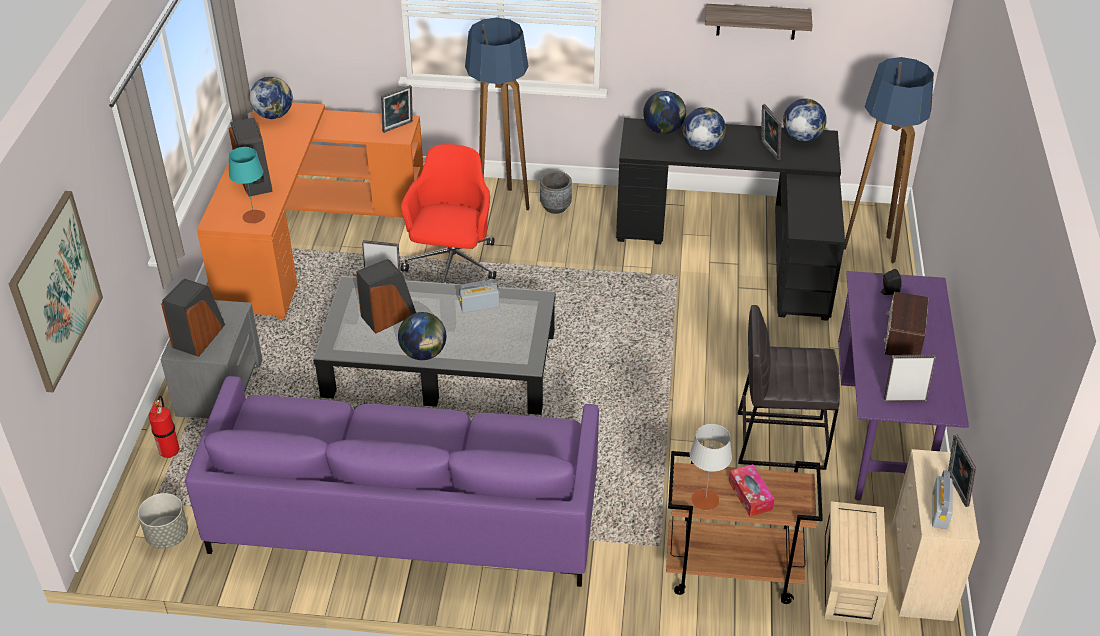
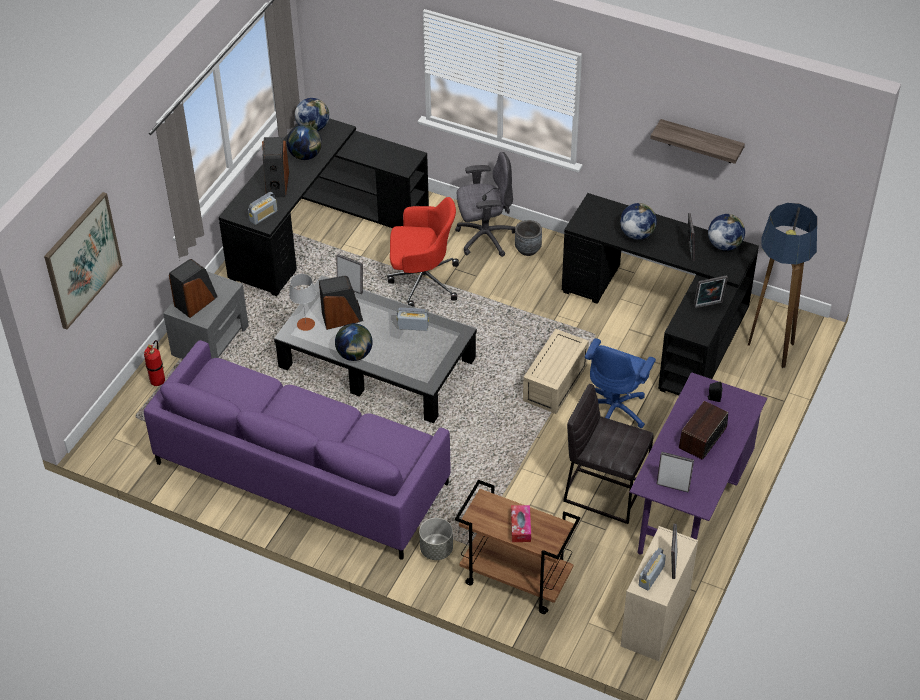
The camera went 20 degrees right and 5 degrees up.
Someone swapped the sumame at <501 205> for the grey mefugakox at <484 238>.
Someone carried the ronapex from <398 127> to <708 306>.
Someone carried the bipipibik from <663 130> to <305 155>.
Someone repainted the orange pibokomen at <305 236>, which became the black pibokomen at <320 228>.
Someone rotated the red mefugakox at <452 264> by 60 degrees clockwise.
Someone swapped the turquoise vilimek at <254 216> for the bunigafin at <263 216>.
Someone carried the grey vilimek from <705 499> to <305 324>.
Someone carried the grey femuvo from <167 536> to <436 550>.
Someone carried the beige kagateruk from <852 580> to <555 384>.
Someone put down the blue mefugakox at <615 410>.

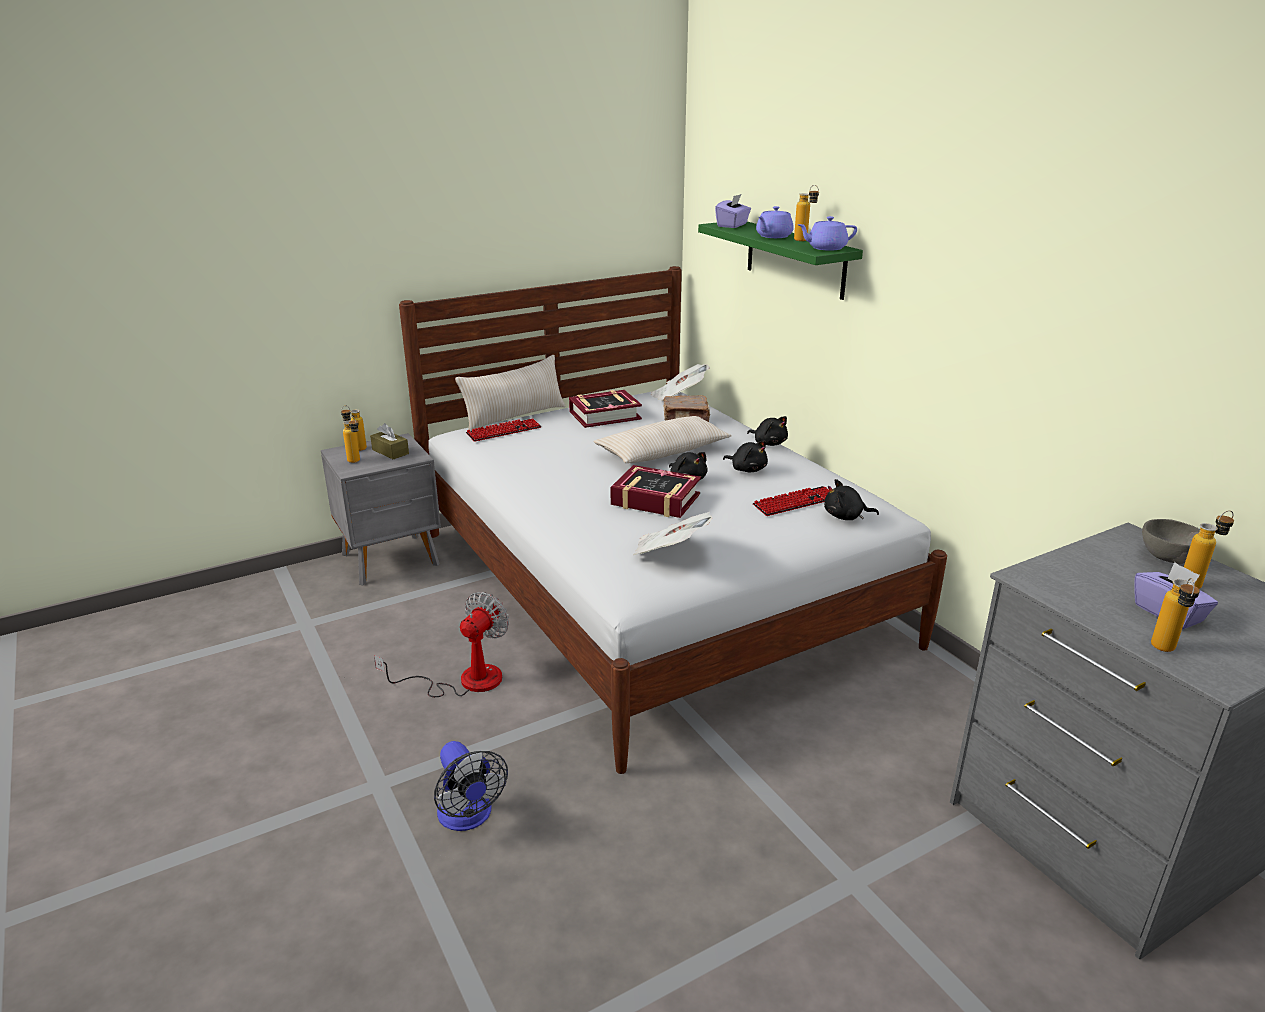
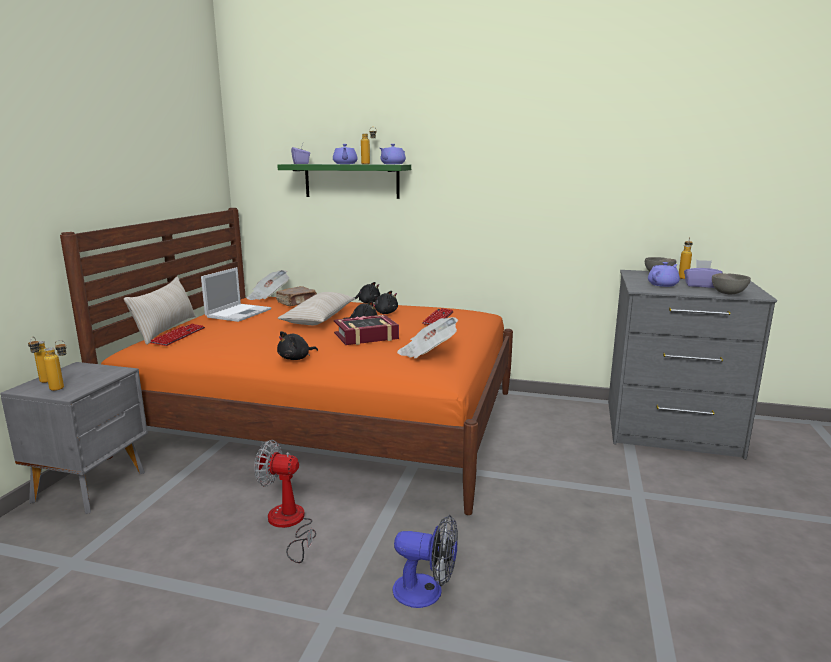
The camera went 45 degrees left and 10 degrees down.
Someone repainted the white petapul at <652 586>, which became the orange petapul at <329 422>.
Someone swapped the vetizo at <604 415> for the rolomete at <239 313>.
Someone took away the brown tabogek at <390 452>.
Someone carried the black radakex from <845 517> to <296 358>.
Someone swapped the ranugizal at <1165 651> for the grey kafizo at <728 293>.
Someone rotated the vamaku at <465 680> by 60 degrees counterclockwise.
Someone put down the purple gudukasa at <663 284>.

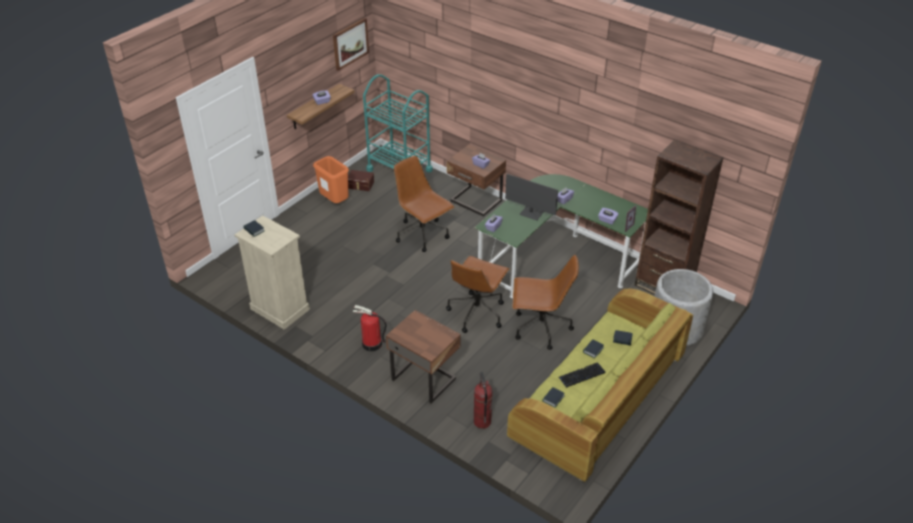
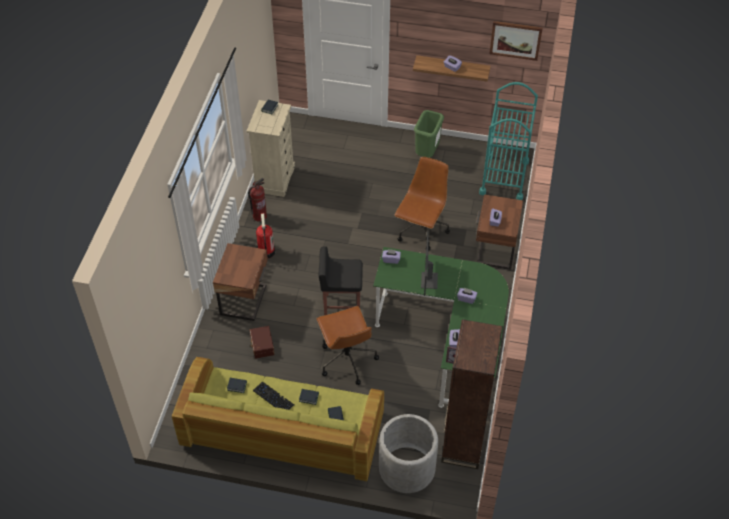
The camera went 65 degrees right and 10 degrees up.
Someone repainted the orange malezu at <335 202>, which became the green malezu at <427 153>.
Someone carried the brown kagateruk from <360 185> to <261 345>.
Someone swapped the brown mefugakox at <476 312> for the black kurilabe at <341 306>.
Someone carried the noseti from <482 422> to <259 216>.

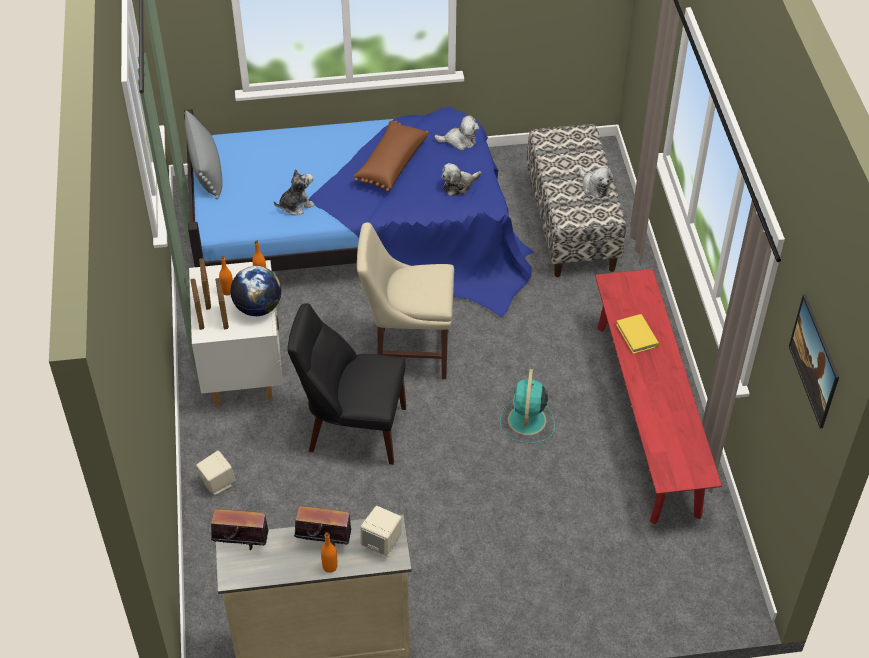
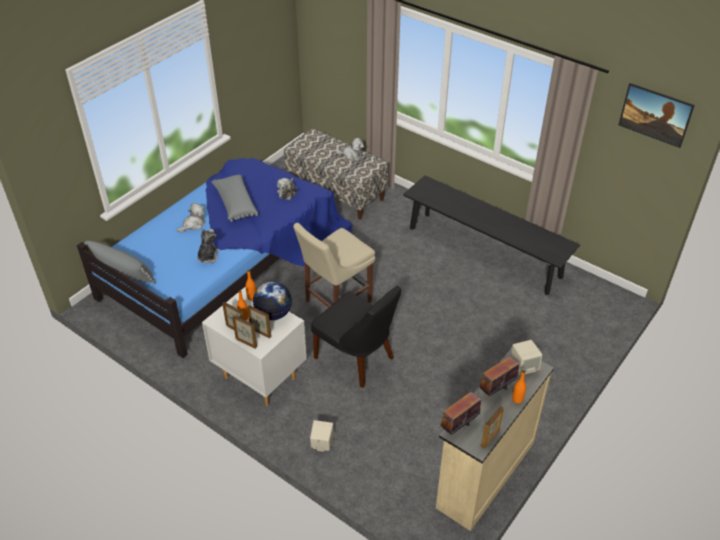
The camera went 45 degrees left and 5 degrees down.
Someone carried the radakex from <459 141> to <193 224>.
Someone repainted the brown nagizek at <390 164>, which became the grey nagizek at <235 204>.
Someone repainted the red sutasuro at <647 417>, which became the black sutasuro at <484 252>.
Someone rotated the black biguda at <352 429> by 105 degrees counterclockwise.
Someone took away the yellow vetizo at <637 335>.
Someone took away the turquoise vamaku at <526 421>.
Someone put down the ronapex at <490 438>.

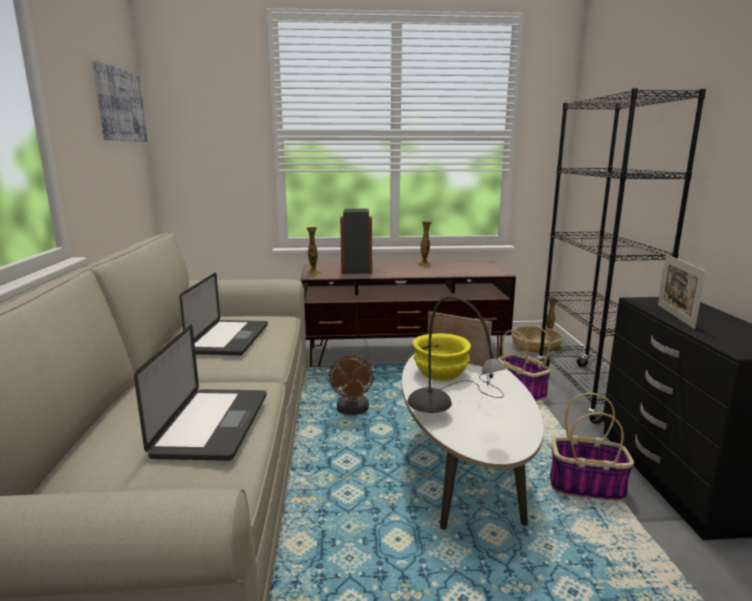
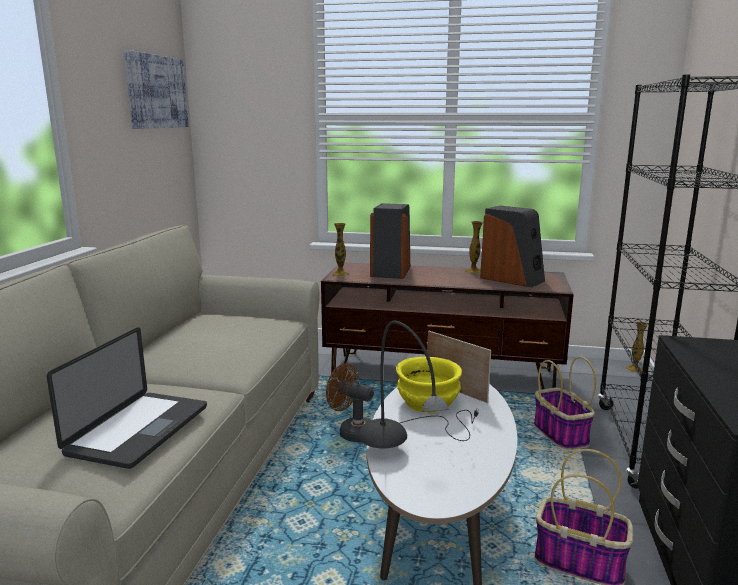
The camera went 15 degrees right and 0 degrees up.
Someone took away the ronapex at <675 316>.
Someone took away the rolomete at <229 339>.
Someone took away the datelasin at <535 346>.
Someone rotated the brown vamaku at <352 411> by 105 degrees clockwise.
Someone put down the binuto at <512 279>.

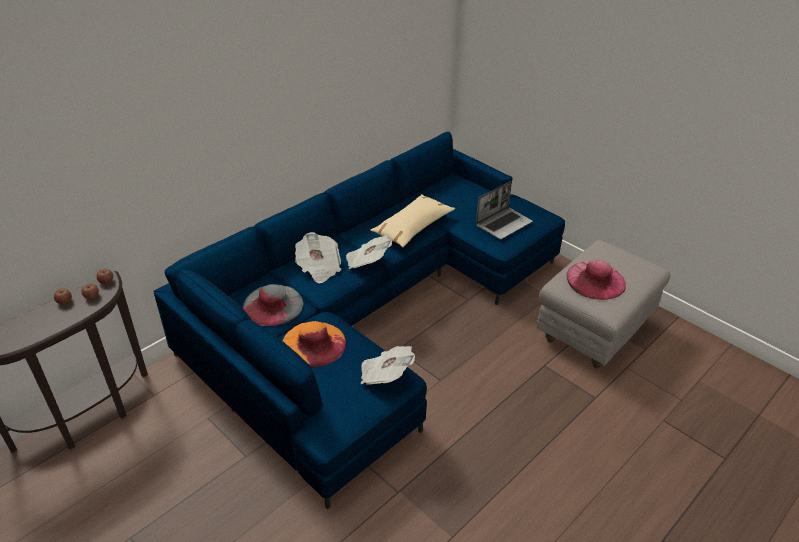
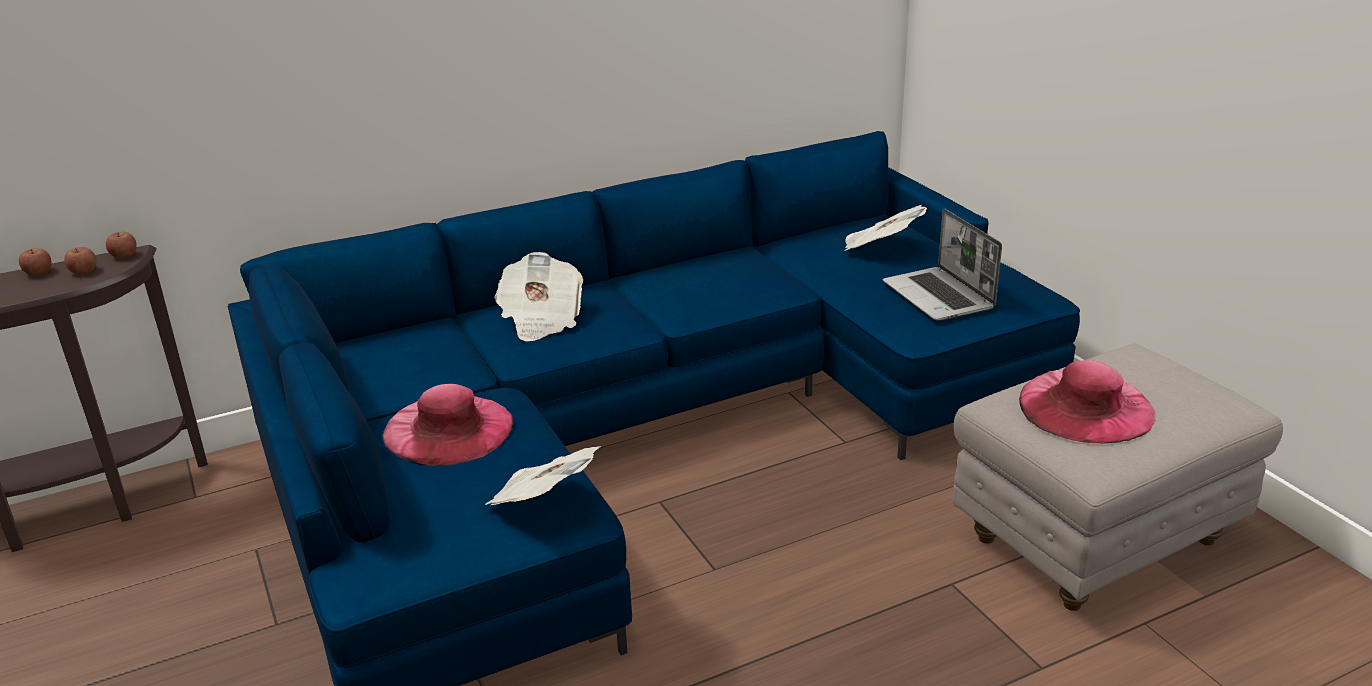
The camera went 20 degrees right and 10 degrees down.
Someone rotated the rolomete at <503 224> by 90 degrees clockwise.
Someone took away the beige nagizek at <412 227>.
Someone carried the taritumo from <367 262> to <880 248>.
Someone took away the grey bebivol at <272 305>.
Someone repainted the orange bebivol at <313 343>, which became the pink bebivol at <448 429>.

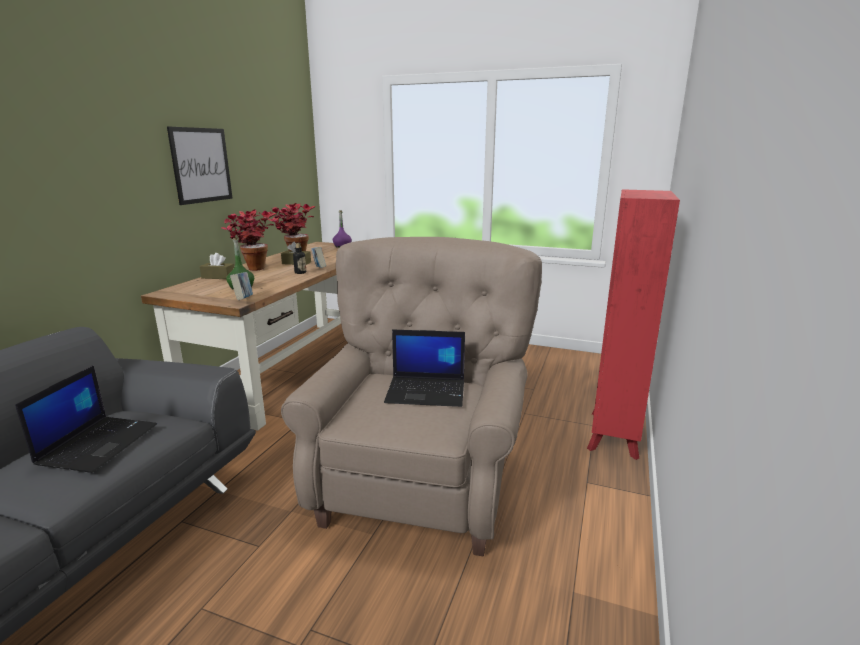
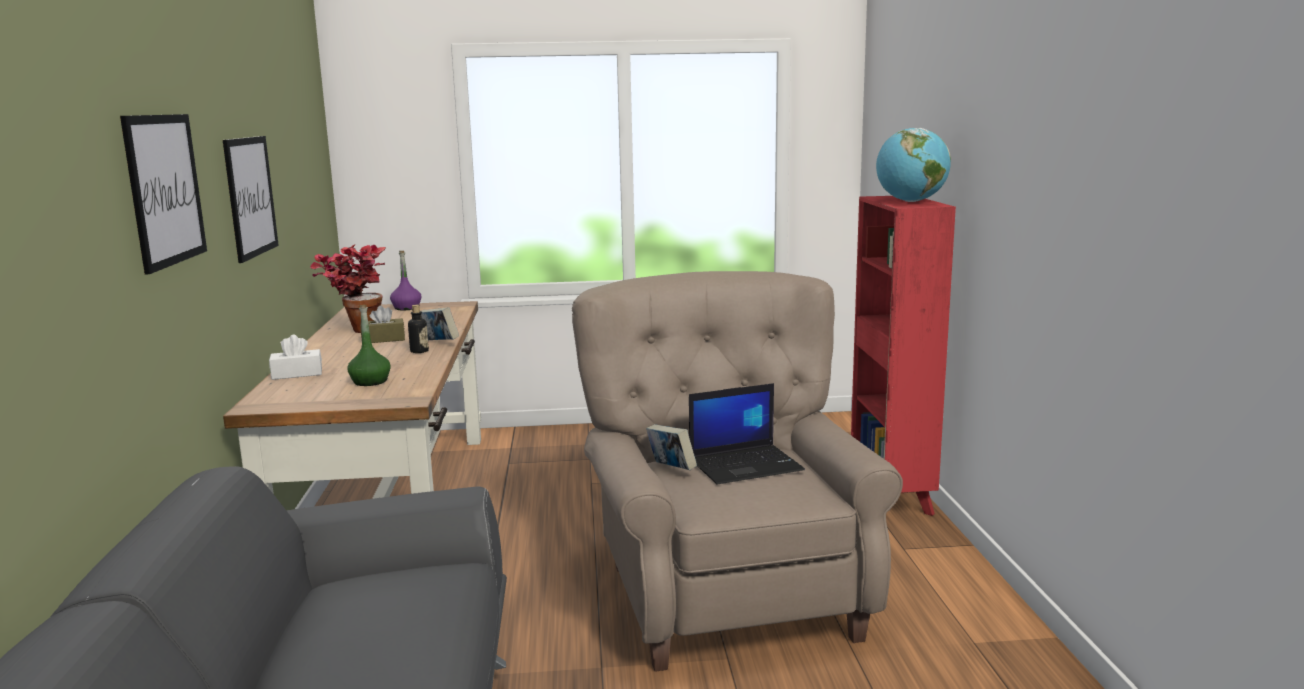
The camera went 25 degrees left and 5 degrees down.
Someone took away the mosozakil at <252 268>.
Someone repainted the brown tabogek at <218 277>, which became the white tabogek at <297 374>.
Someone carried the vetizo from <244 300> to <671 469>.
Someone took away the rolomete at <98 443>.
Someone put up the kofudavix at <165 189>.
Someone put down the bipipibik at <911 201>.

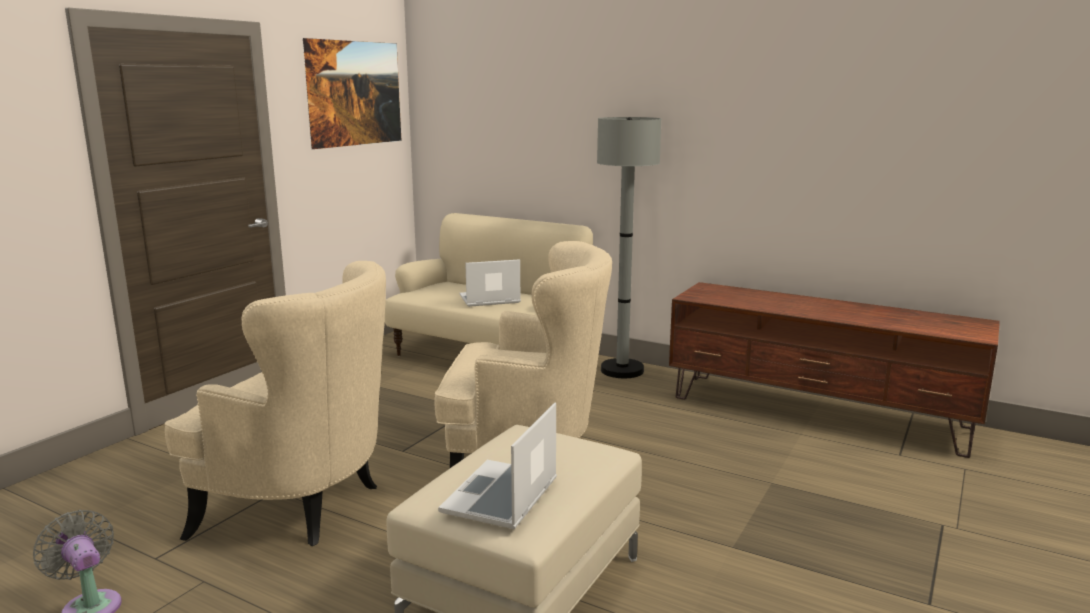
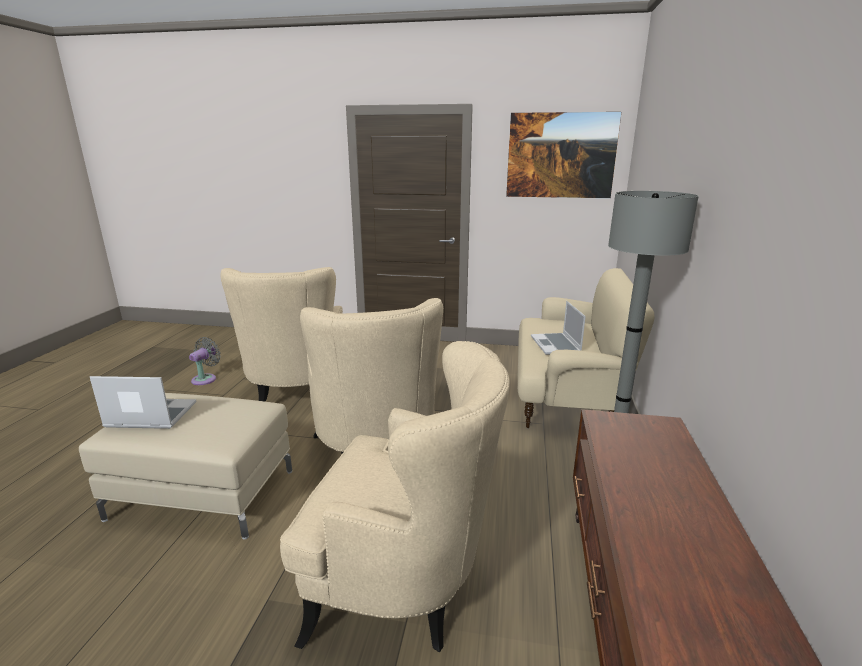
The camera went 70 degrees right and 5 degrees up.
Someone rotated the rolomete at <489 300> by 150 degrees counterclockwise.
Someone put down the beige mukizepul at <404 586>.

